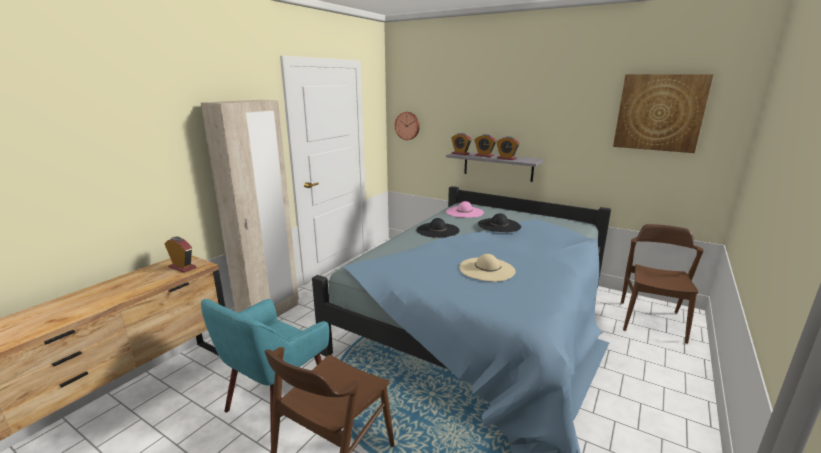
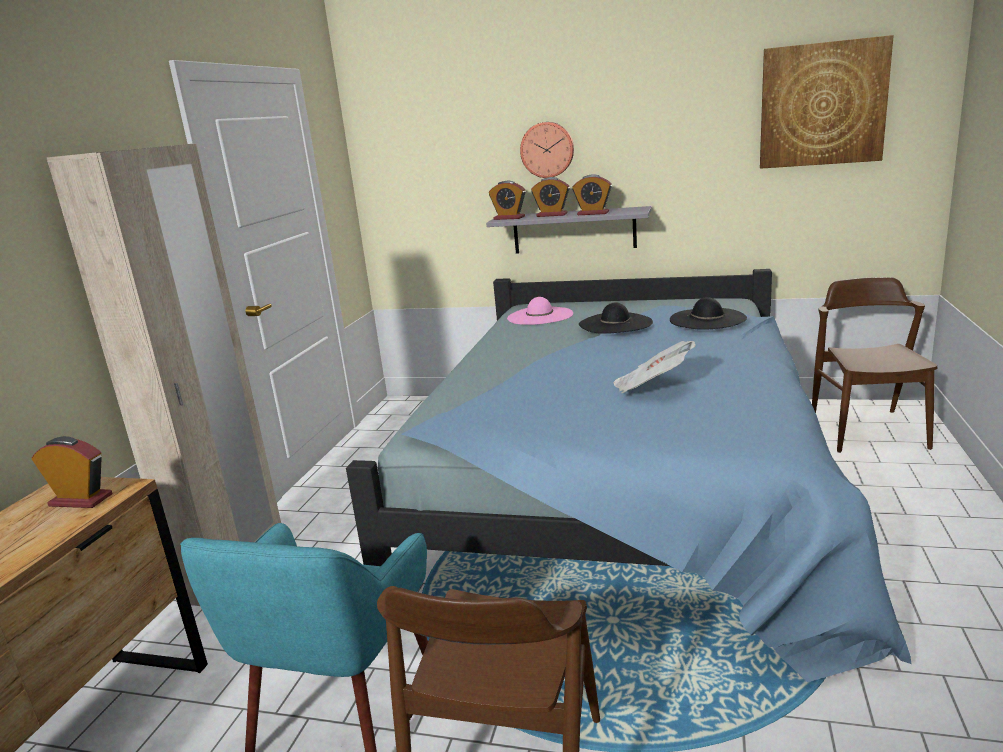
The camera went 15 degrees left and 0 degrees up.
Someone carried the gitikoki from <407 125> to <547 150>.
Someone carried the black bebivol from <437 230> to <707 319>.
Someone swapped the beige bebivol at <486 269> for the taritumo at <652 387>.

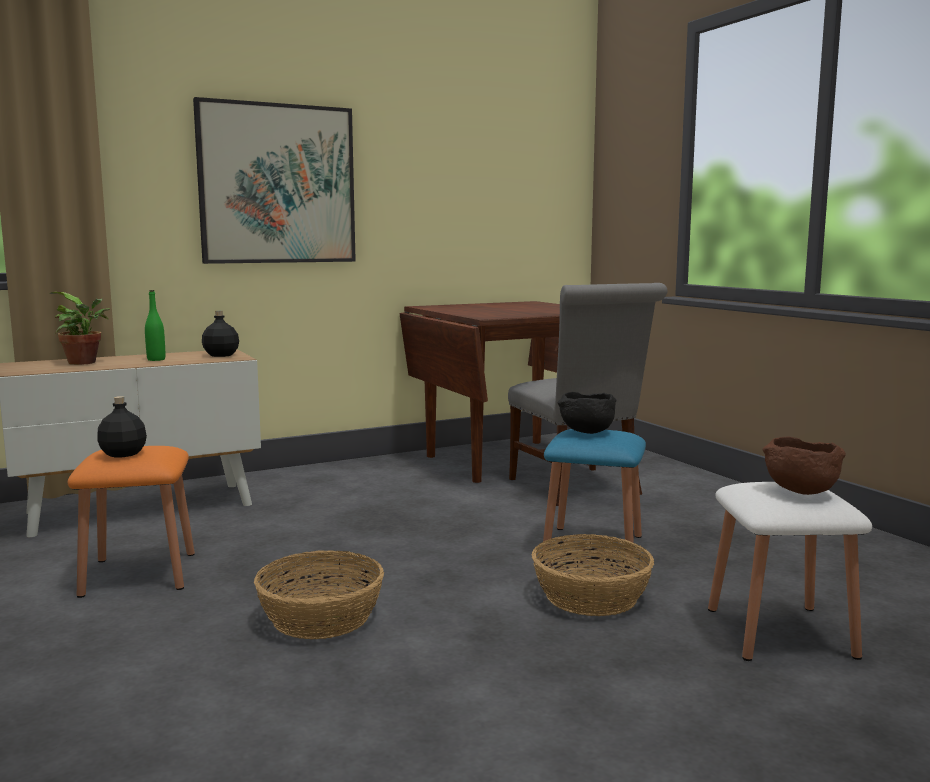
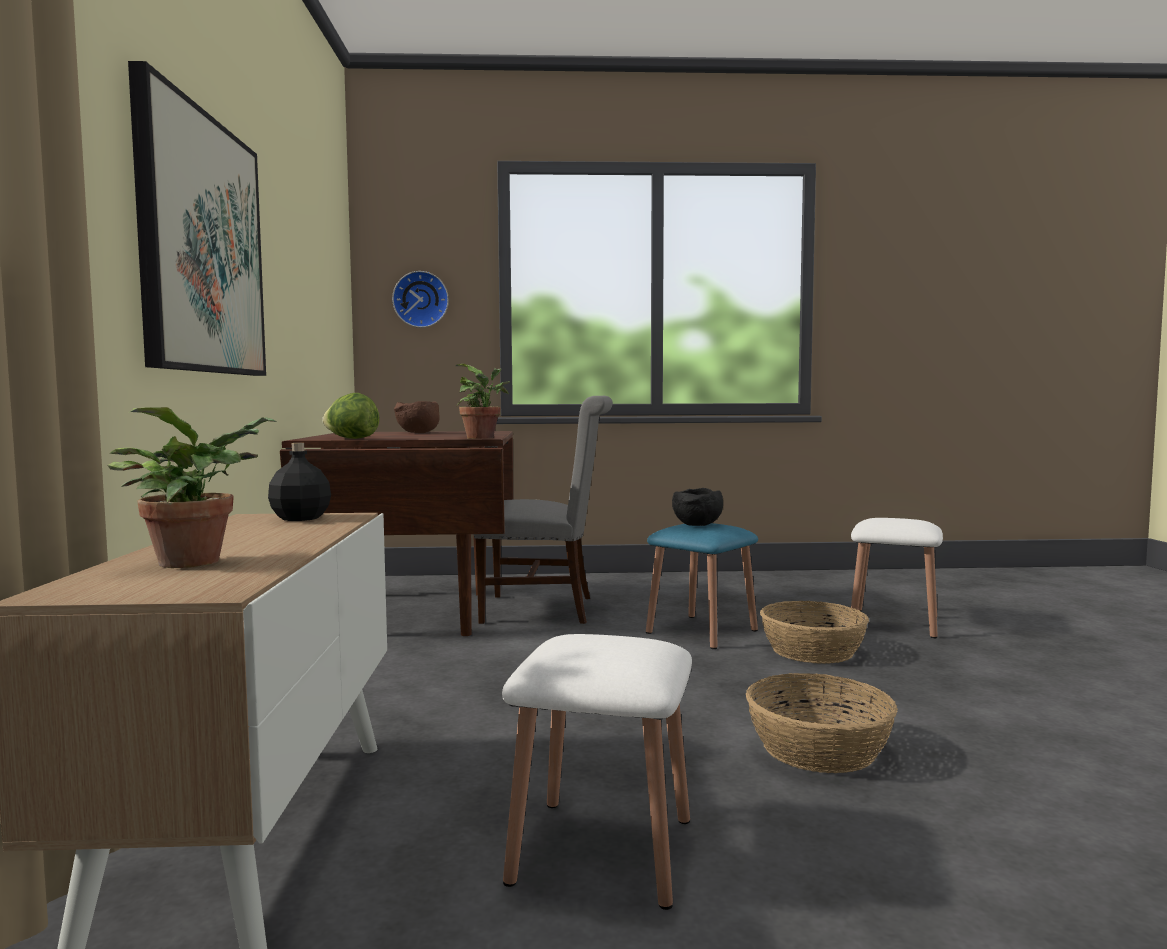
The camera went 65 degrees left and 5 degrees down.
Someone took away the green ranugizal at <156 359>.
Someone took away the black ranugizal at <123 454>.
Someone carried the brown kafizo from <799 491> to <417 433>.
Someone repainted the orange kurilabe at <139 574>, which became the white kurilabe at <602 850>.
Someone put up the gitikoki at <421 299>.
Someone put down the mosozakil at <483 438>.
Someone put down the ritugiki at <352 438>.

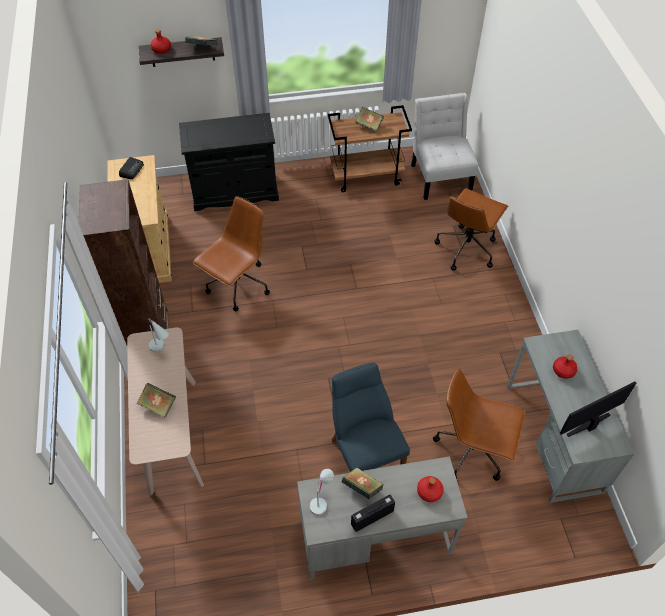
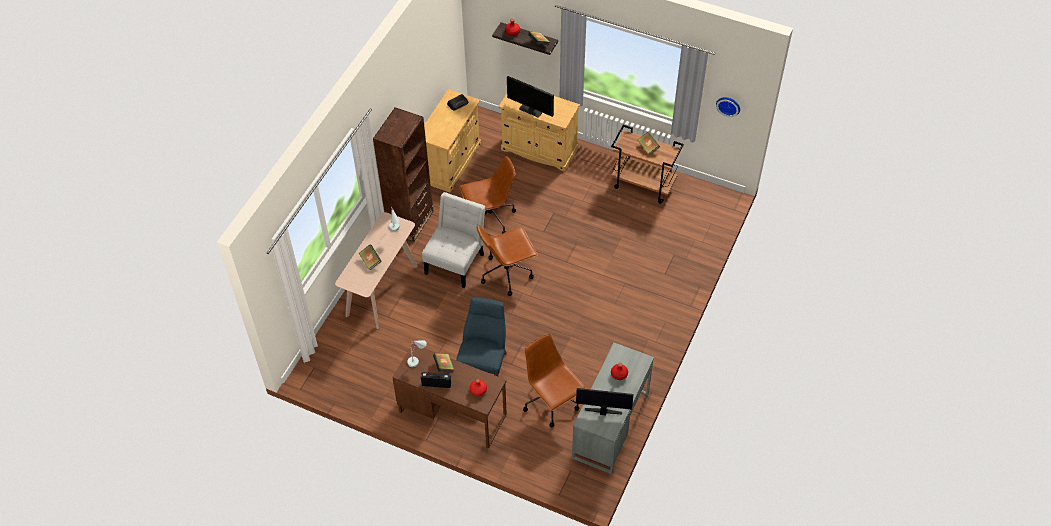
The camera went 35 degrees right and 0 degrees up.
Someone carried the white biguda from <440 176> to <456 261>.
Someone repainted the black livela at <235 192>, which became the beige livela at <539 149>.
Someone carried the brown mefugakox from <466 248> to <507 273>.
Someone repainted the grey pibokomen at <375 536>, which became the brown pibokomen at <452 413>.
Someone put down the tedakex at <532 109>.
Someone put up the gitikoki at <728 105>.

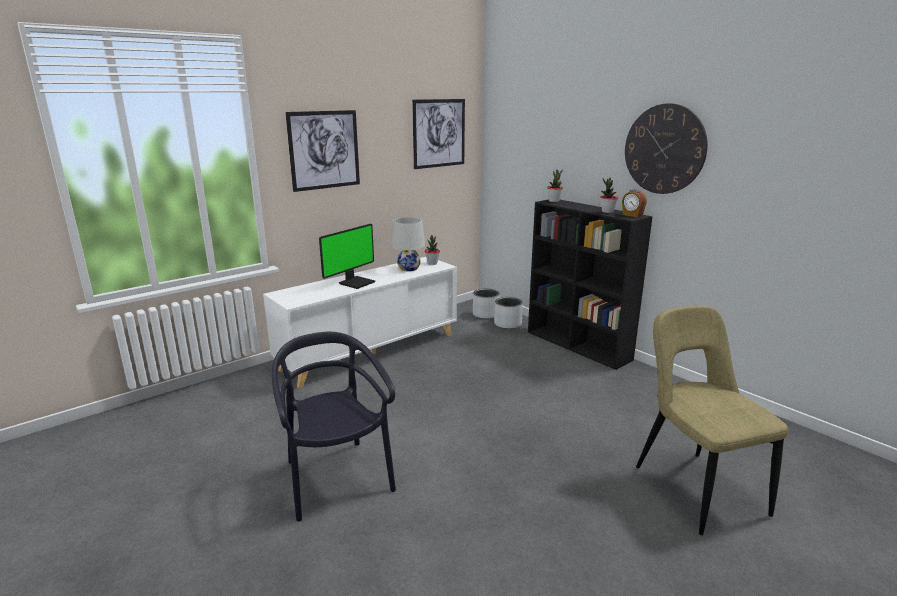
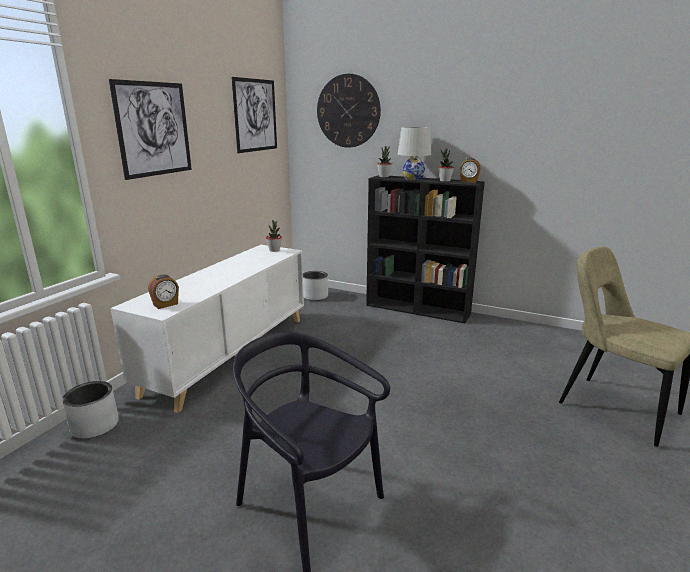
The camera went 25 degrees left and 0 degrees up.
Someone carried the gitikoki from <664 149> to <348 111>.
Someone carried the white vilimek from <409 268> to <413 178>.
Someone took away the tedakex at <356 282>.
Someone carried the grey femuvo from <507 324> to <95 426>.
Someone put down the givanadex at <166 304>.

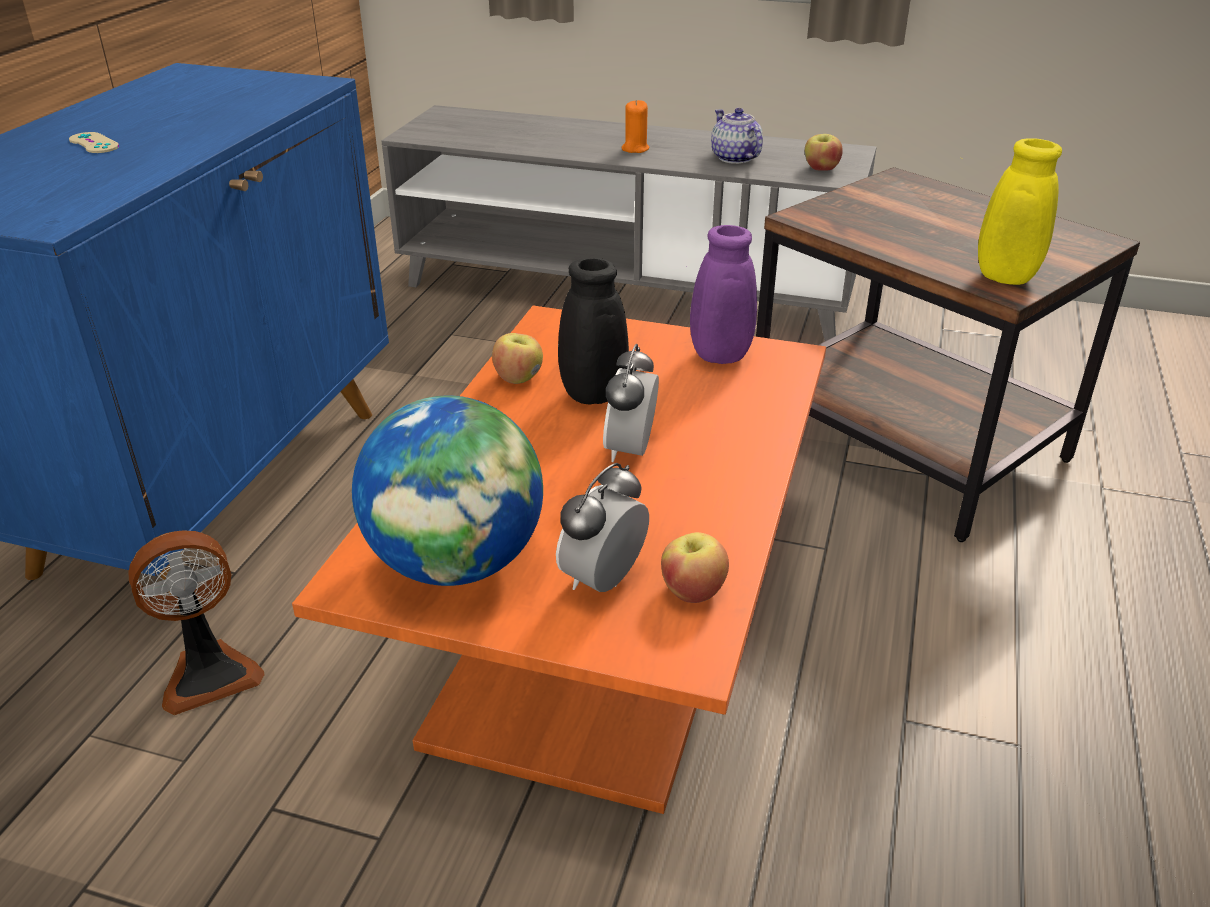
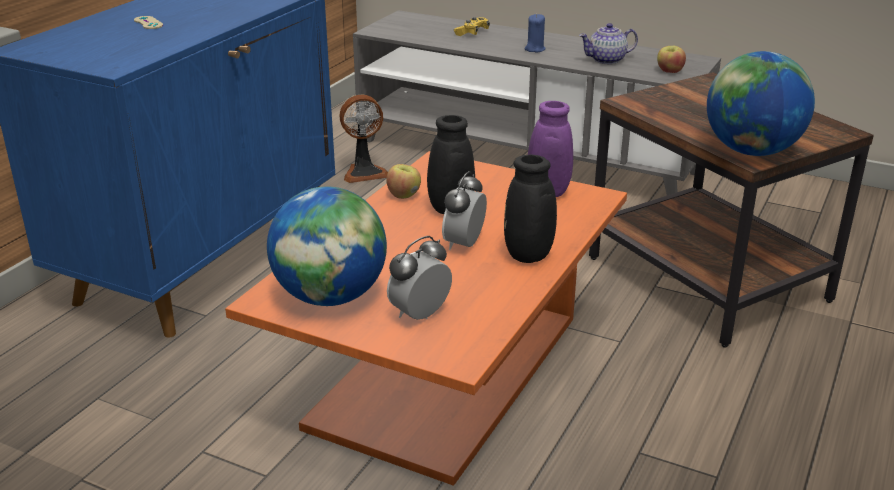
The camera went 10 degrees right and 5 degrees down.
Someone repainted the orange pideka at <635 149>, which became the blue pideka at <534 49>.
Someone rotated the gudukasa at <735 158> by 90 degrees counterclockwise.
Someone swapped the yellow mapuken at <1000 278> for the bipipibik at <751 151>.
Someone carried the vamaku from <209 673> to <364 172>.
Someone took away the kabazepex at <692 590>.
Someone put down the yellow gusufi at <472 33>.
Someone put down the black mapuken at <528 258>.

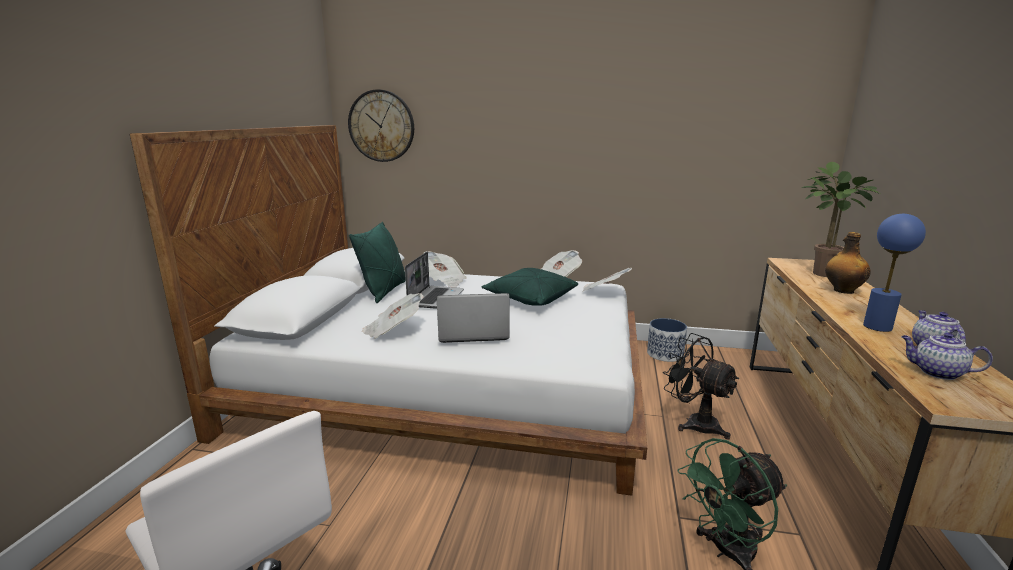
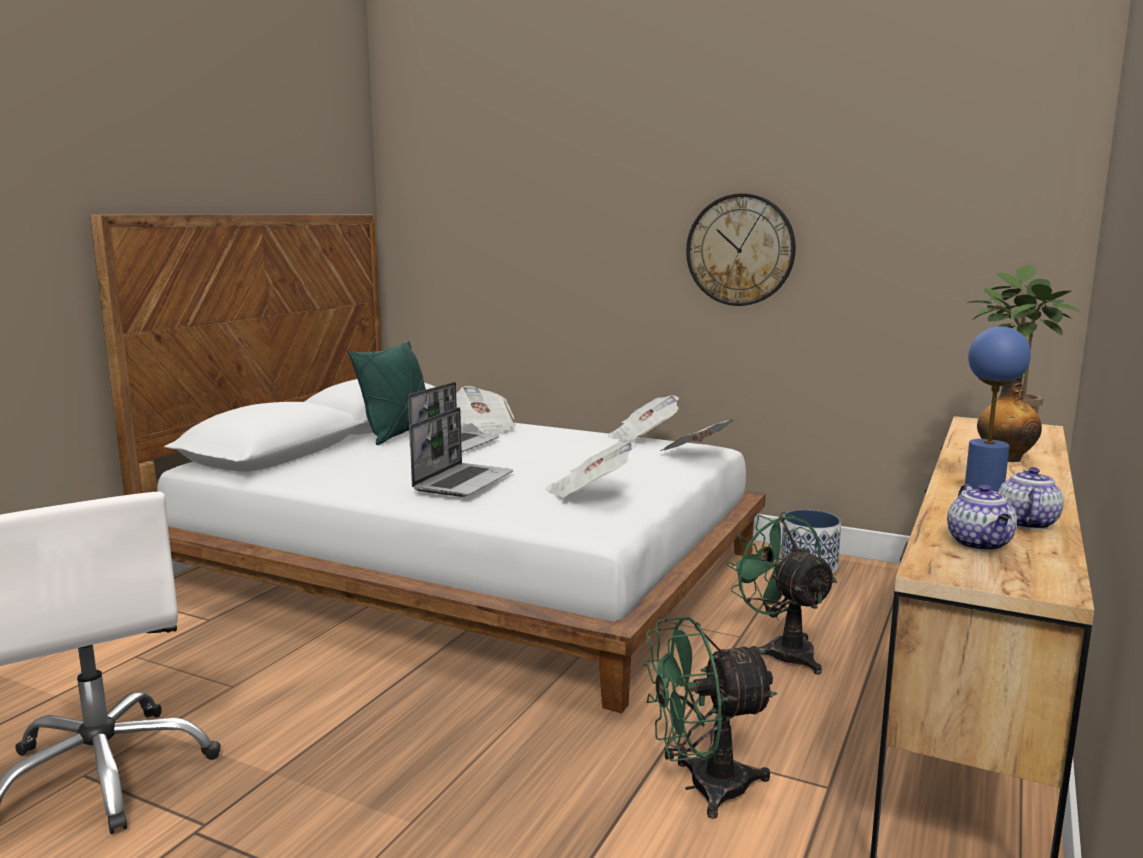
The camera went 15 degrees right and 5 degrees down.
Someone carried the gitikoki from <381 126> to <740 250>.
Someone took away the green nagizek at <530 299>.
Someone carried the taritumo from <393 330> to <589 492>.
Someone rotated the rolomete at <472 333> by 105 degrees clockwise.
Someone repainted the black vamaku at <694 423>, which became the green vamaku at <782 650>.
Someone rotated the gudukasa at <936 372> by 135 degrees counterclockwise.

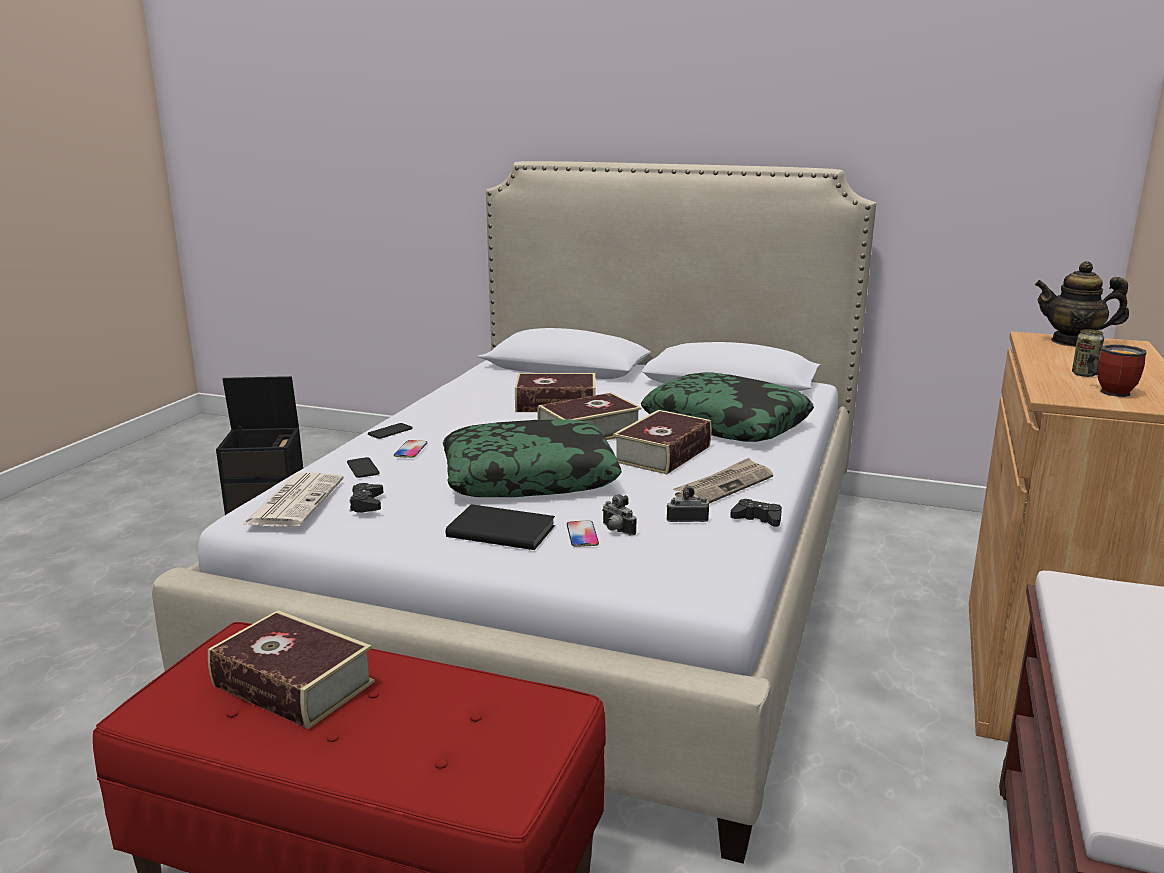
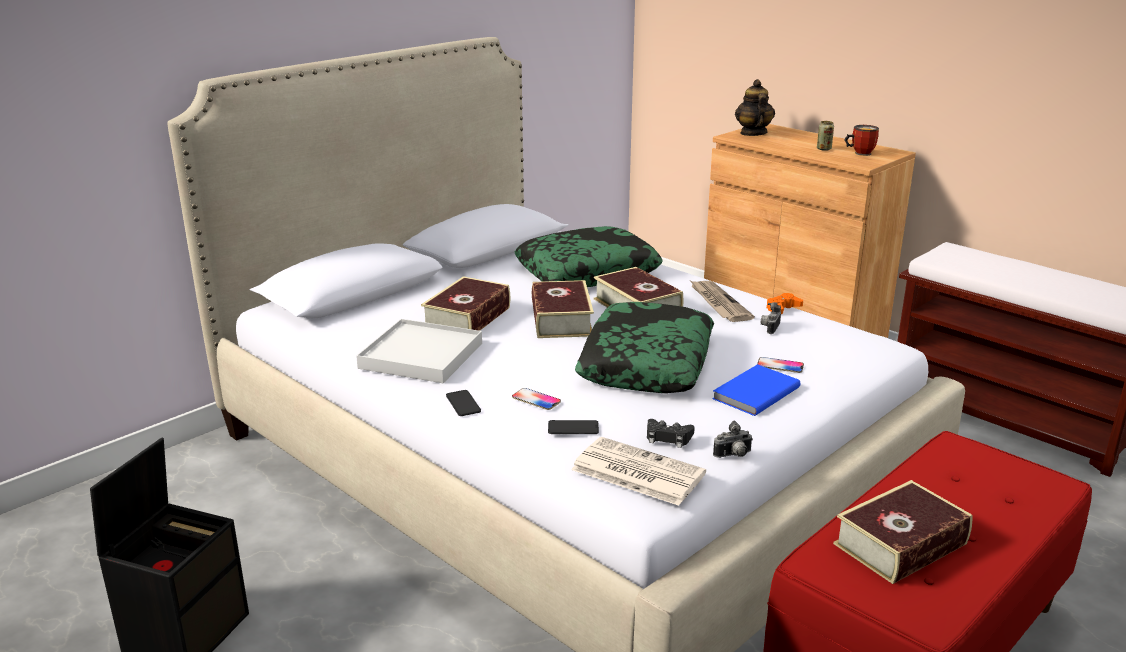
The camera went 65 degrees left and 5 degrees up.
Someone rotated the gudukasa at <1073 342> by 135 degrees clockwise.
Someone carried the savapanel from <616 530> to <733 455>.
Someone repainted the black gusufi at <757 519>, which became the orange gusufi at <783 308>.
Someone repainted the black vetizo at <501 530>, which became the blue vetizo at <753 393>.
Someone put down the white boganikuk at <421 356>.

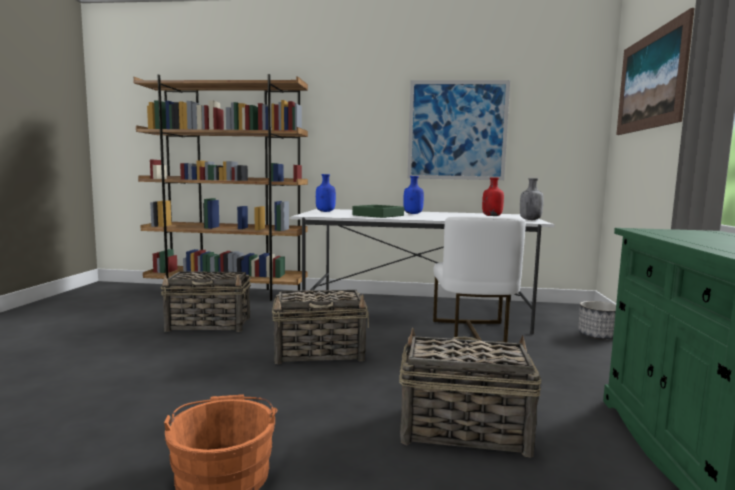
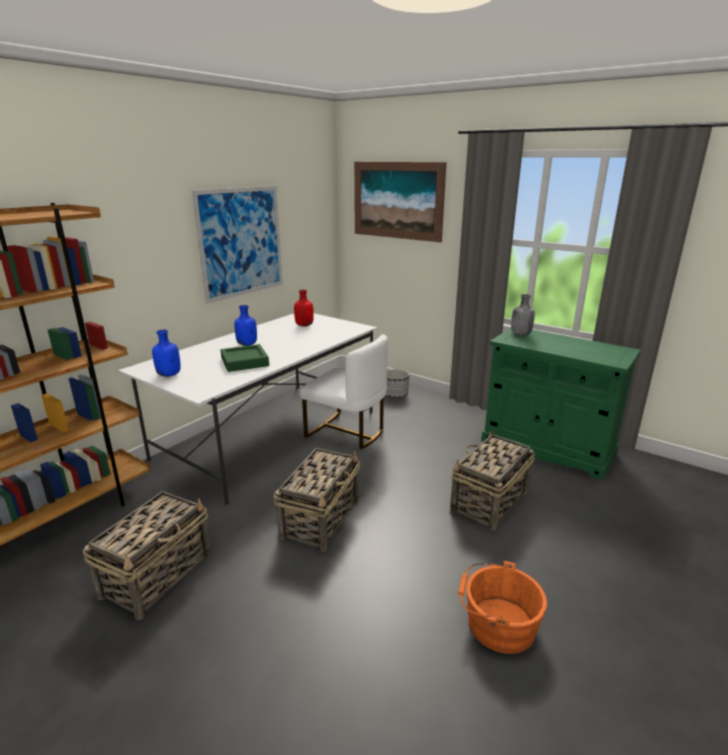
The camera went 60 degrees left and 15 degrees up.
Someone carried the grey ranugizal from <530 219> to <520 334>.

